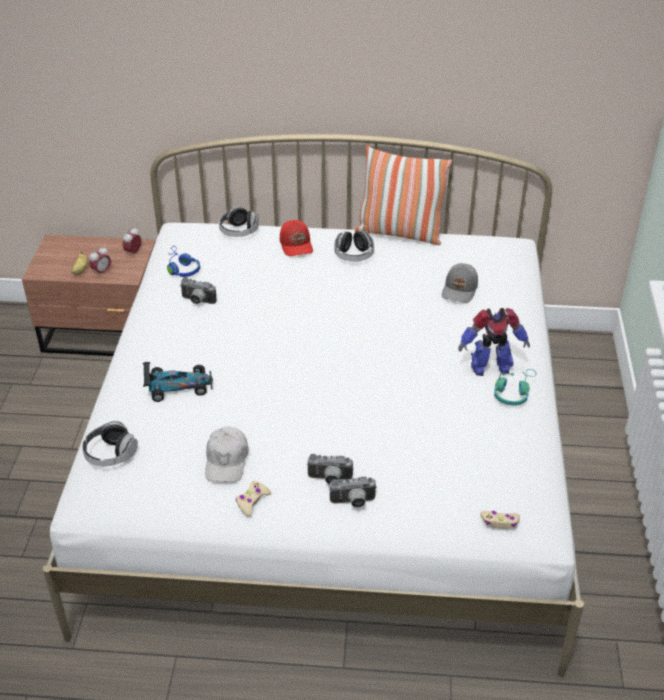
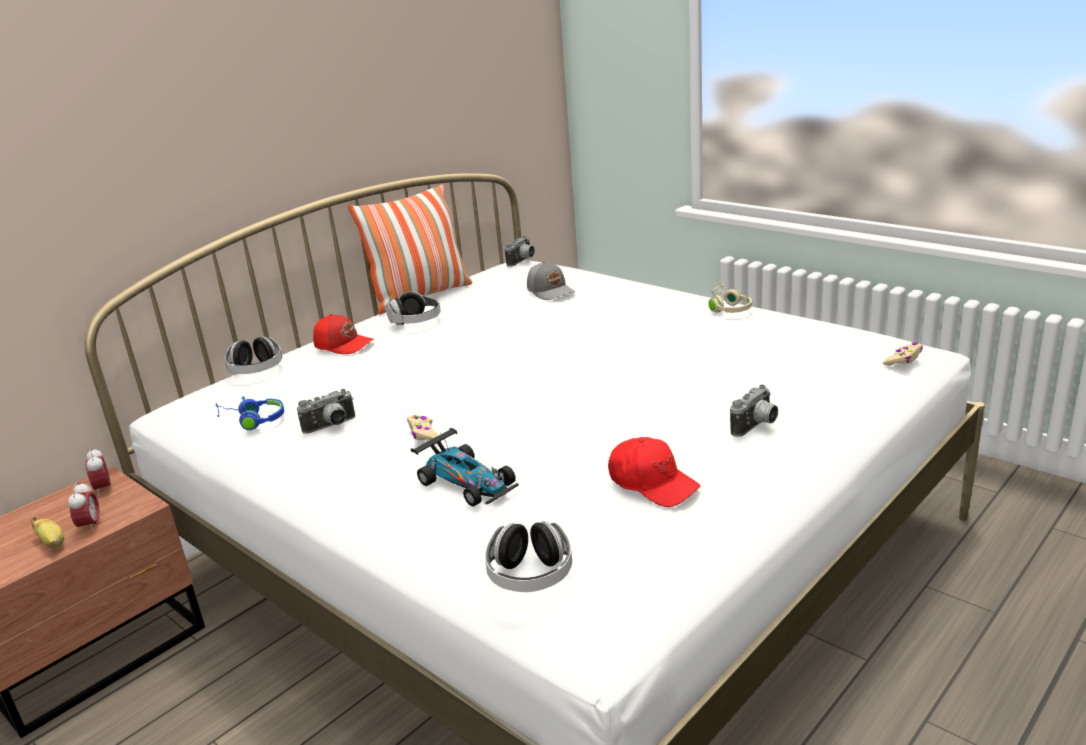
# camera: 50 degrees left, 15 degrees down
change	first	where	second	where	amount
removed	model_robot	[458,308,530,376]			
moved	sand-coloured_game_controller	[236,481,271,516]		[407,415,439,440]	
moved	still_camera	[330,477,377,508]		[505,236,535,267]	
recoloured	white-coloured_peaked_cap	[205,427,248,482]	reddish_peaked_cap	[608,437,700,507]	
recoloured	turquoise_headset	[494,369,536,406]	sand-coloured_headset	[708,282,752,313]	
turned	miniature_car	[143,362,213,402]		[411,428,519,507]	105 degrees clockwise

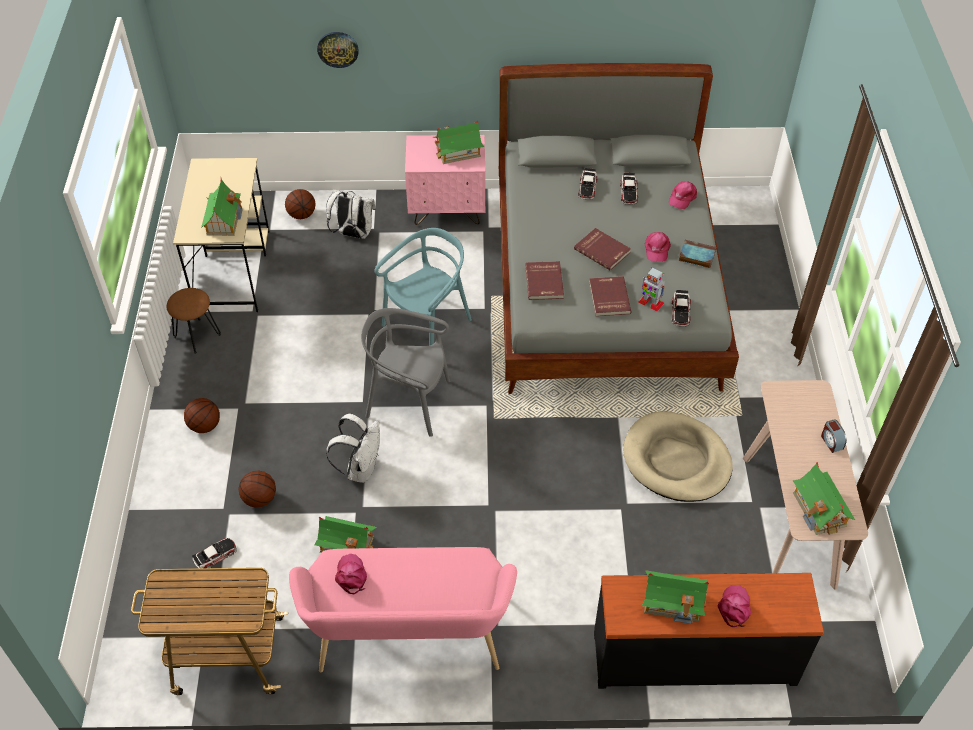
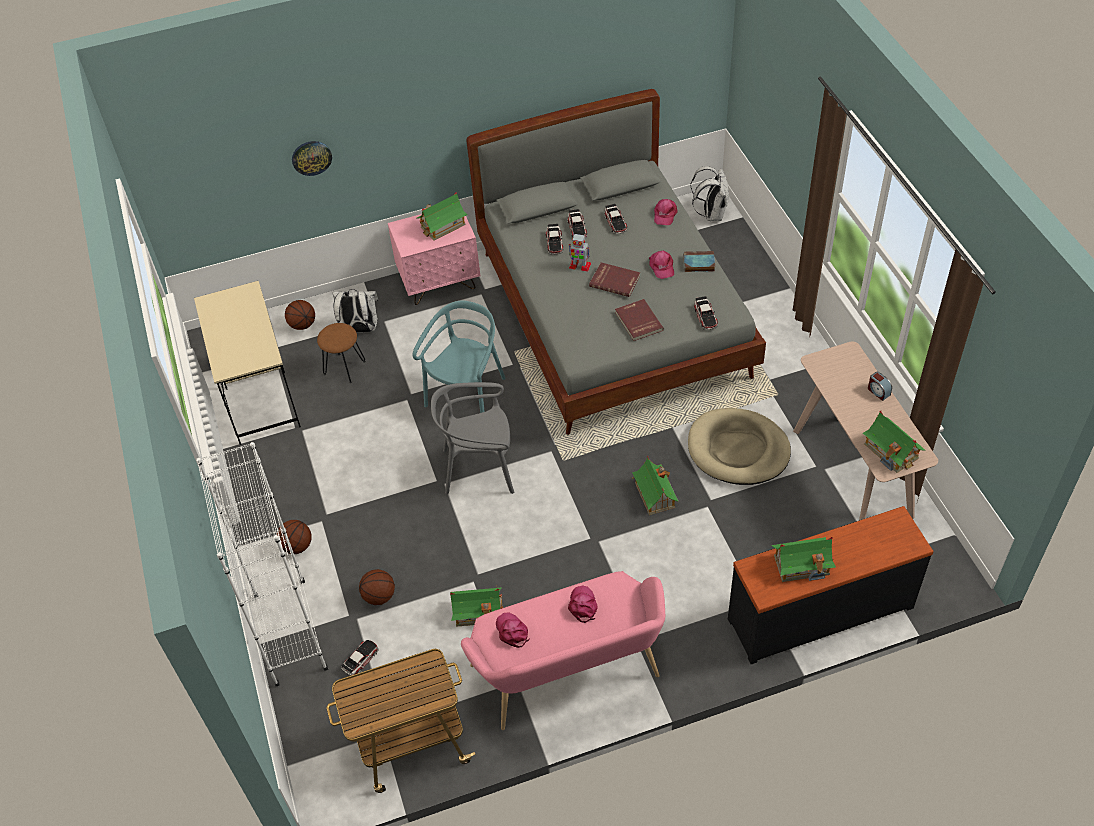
# camera: 15 degrees left, 0 degrees up
change	first	where	second	where	amount
removed	reddish_bound_book	[525,261,564,300]			
added			white-coloured_bookshelf	[196,442,328,686]	
added			miniature_car	[545,224,563,255]	
moved	brownish_stool	[167,288,221,354]		[317,323,366,383]	
moved	miniature_house	[201,178,243,236]		[632,456,679,515]	
moved	white-coloured_rucksack	[326,413,380,483]		[690,166,729,221]	
moved	model_robot	[638,267,665,312]		[568,234,591,272]	
moved	pinkish_peaked_cap	[718,585,751,627]		[568,585,598,623]	

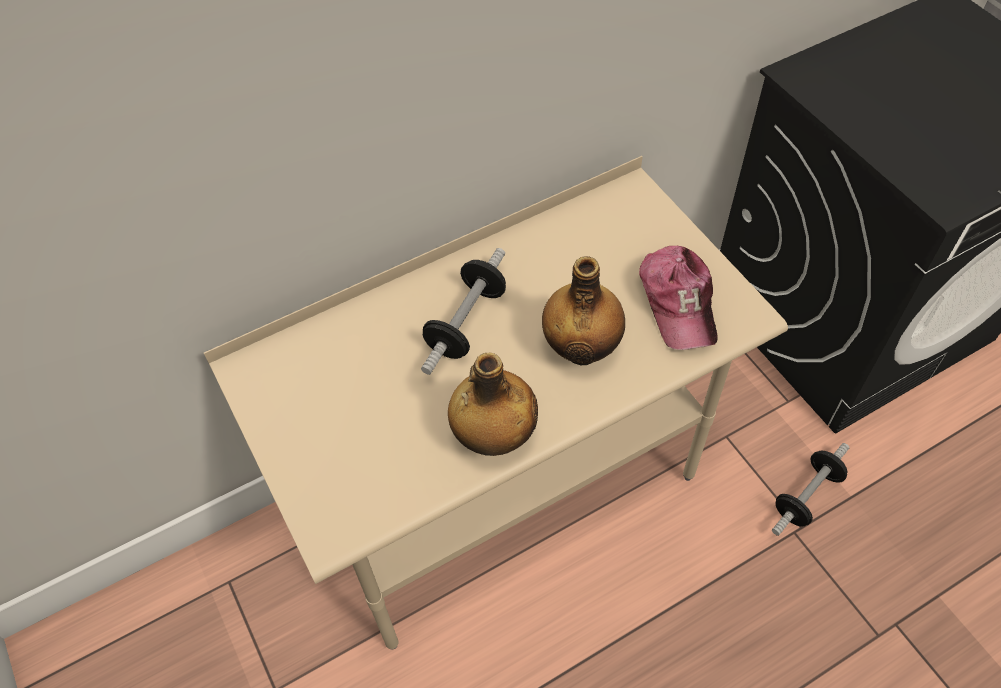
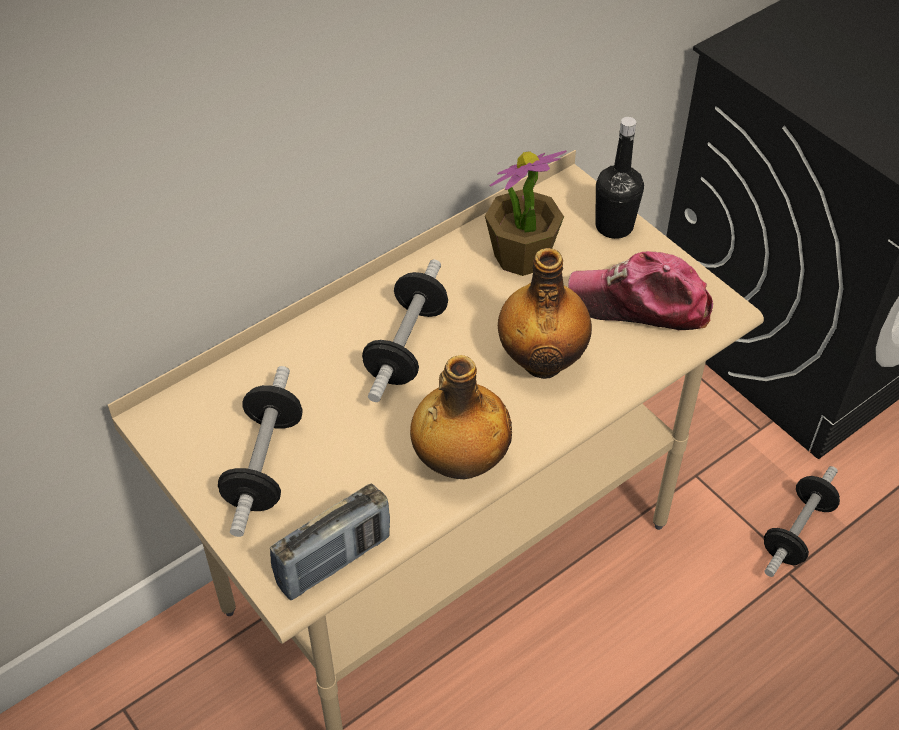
# camera: 10 degrees left, 5 degrees down
change	first	where	second	where	amount
added			hand_weight	[218,366,303,537]	
added			radio_receiver	[270,484,390,600]	
added			potted_plant	[485,150,567,276]	
added			black-coloured_bottle	[595,117,644,239]	
turned	peaked_cap	[639,246,718,350]		[568,251,713,330]	120 degrees clockwise

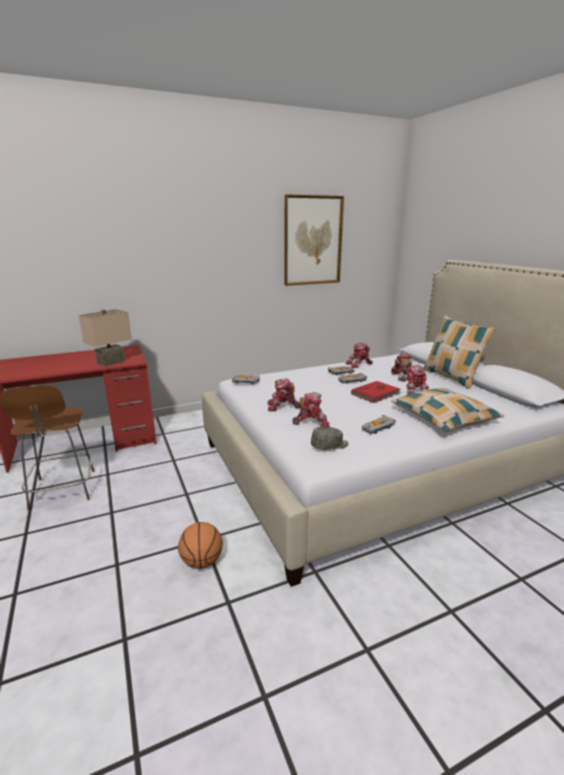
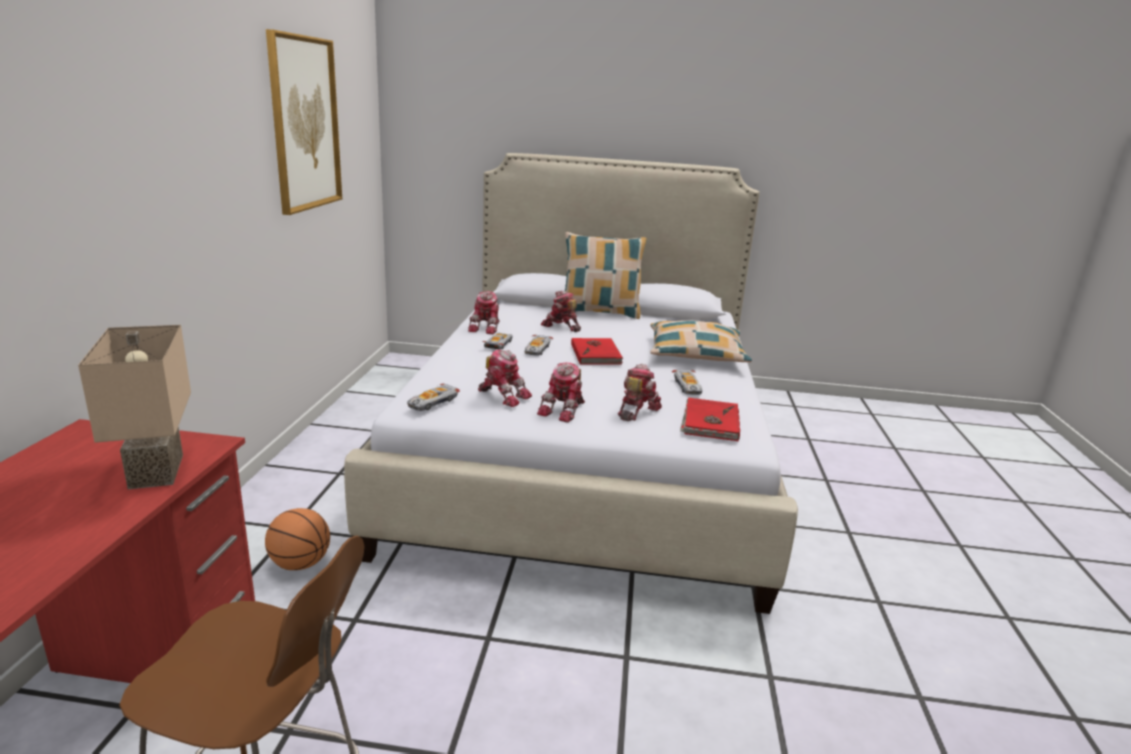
# camera: 60 degrees left, 0 degrees up
change	first	where	second	where	amount
moved	basketball	[178,522,223,569]		[265,508,330,570]	
moved	model_robot	[406,365,429,395]		[478,349,532,407]	
replaced	gray_peaked_cap	[311,427,349,450]	reddish_bound_book	[680,398,740,441]	

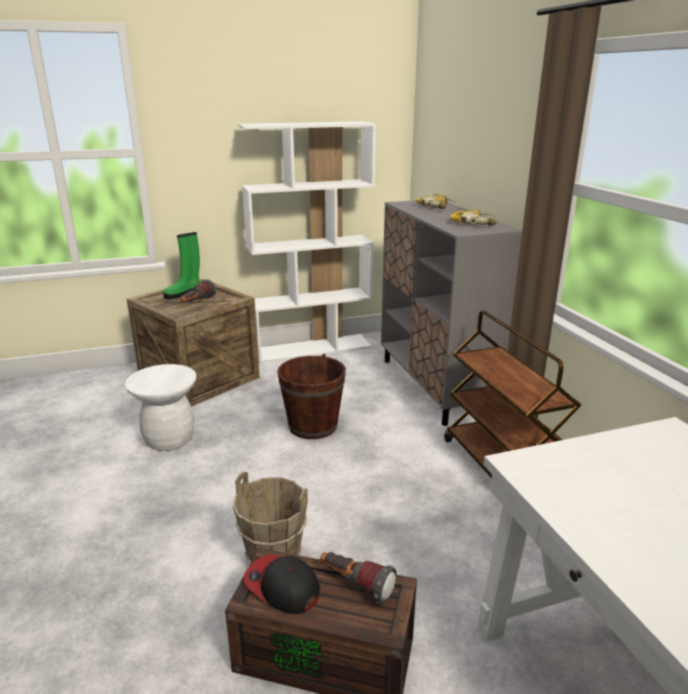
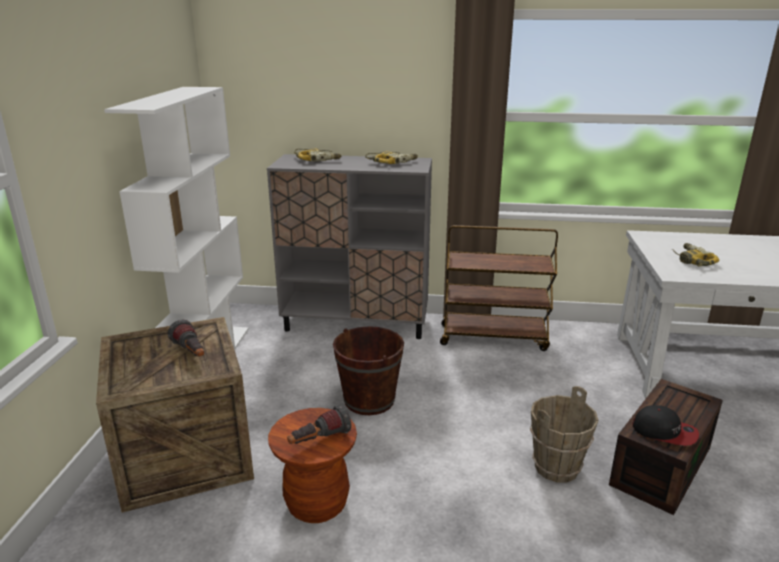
# camera: 65 degrees left, 0 degrees up
change	first	where	second	where	amount
removed	green_high-top_boot	[163,232,200,299]			
added			power_drill	[671,243,720,266]	
moved	flashlight	[320,552,397,604]		[287,405,351,444]	
recoloured	white-coloured_stool	[125,364,196,451]	brownish_stool	[268,408,357,523]	
turned	peaked_cap	[244,555,320,614]		[632,405,699,446]	120 degrees counterclockwise

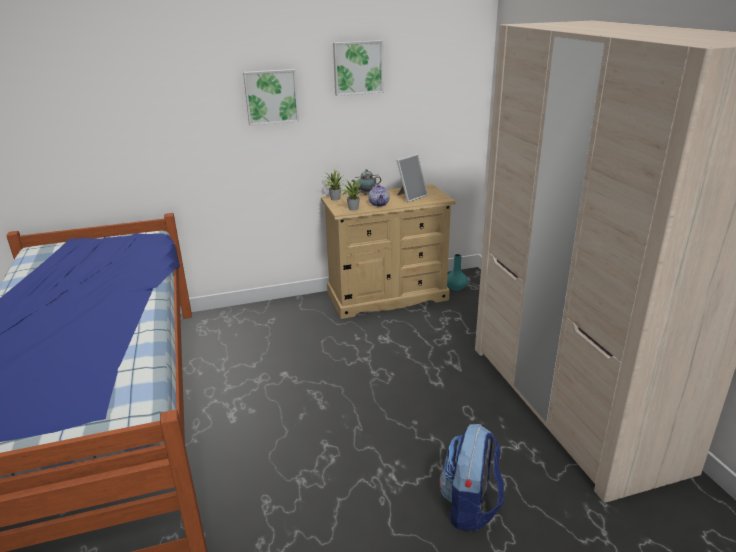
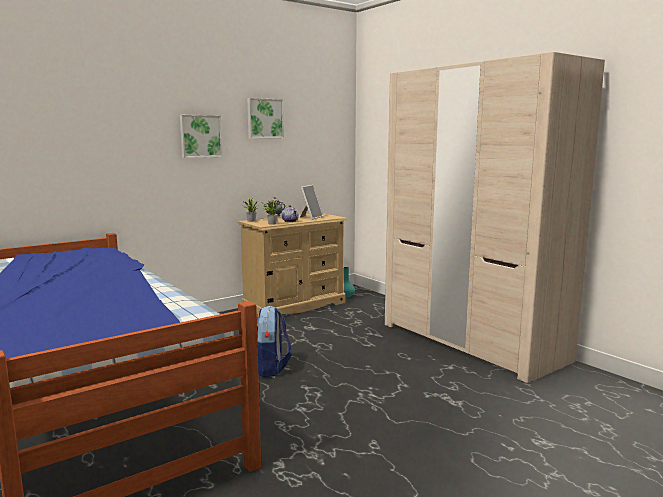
# camera: 20 degrees left, 15 degrees down
change	first	where	second	where	amount
moved	rucksack	[439,424,504,530]		[257,305,292,377]	

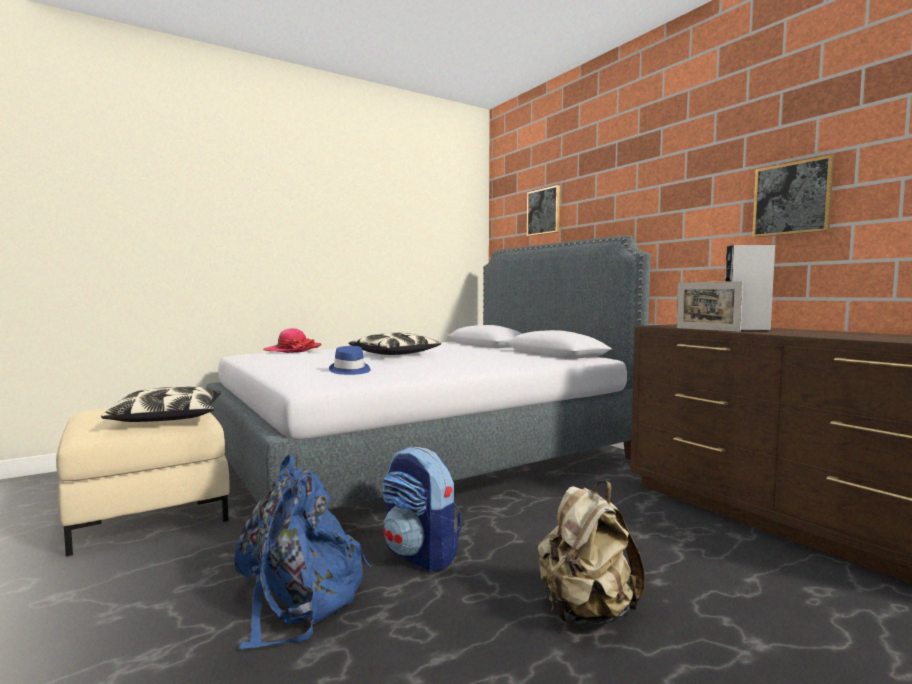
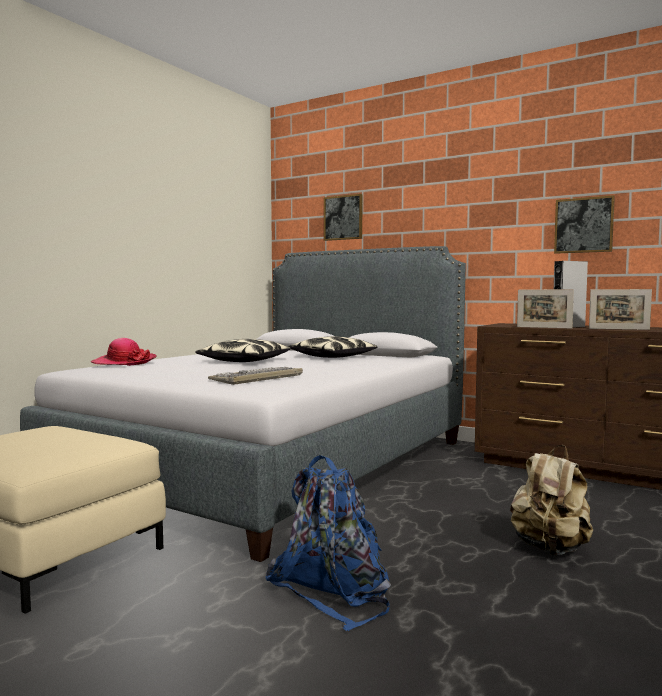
# camera: 25 degrees left, 0 degrees up
change	first	where	second	where	amount
removed	rucksack	[382,447,461,572]			
added			standing_frame	[589,289,652,330]	
moved	throw_pillow	[101,387,221,422]		[288,336,377,358]	
replaced	blue-coloured_clothing_hat	[329,346,371,375]	keyboard	[208,367,303,385]	

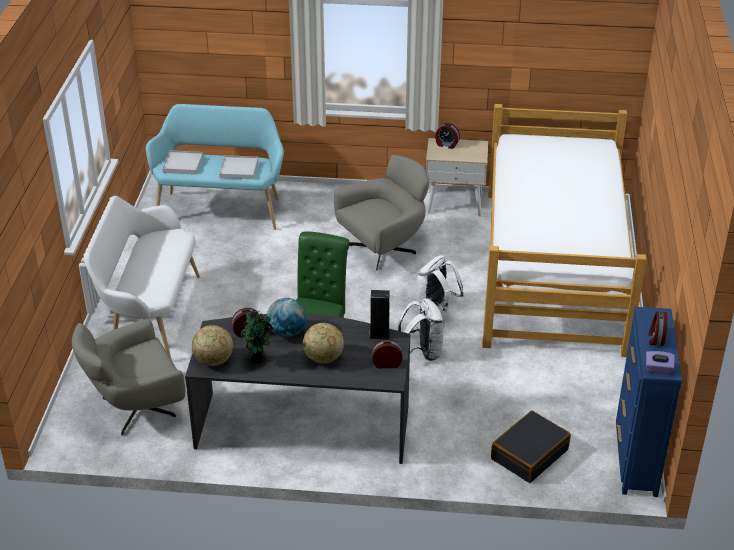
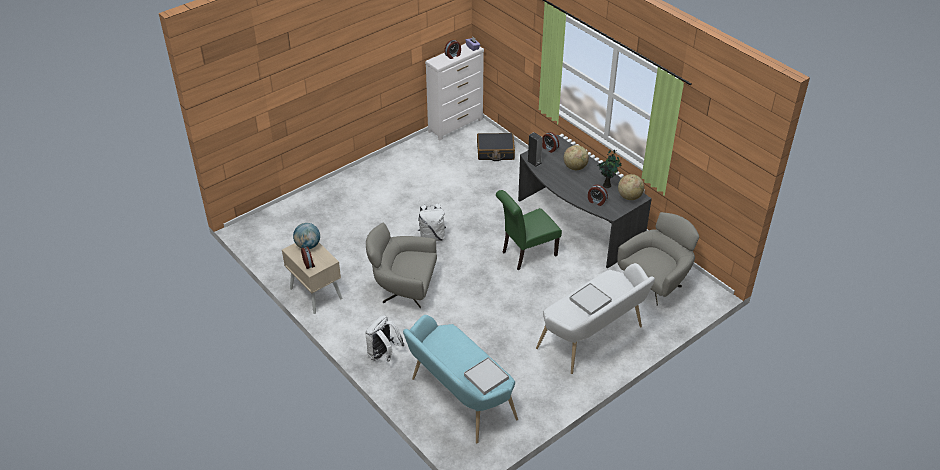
# camera: 135 degrees left, 5 degrees up
change	first	where	second	where	amount
removed	sleeping_bed	[482,104,646,357]			
moved	white-coloured_tray	[219,155,258,179]		[569,283,612,316]	
moved	desk_globe	[267,298,306,337]		[293,223,320,249]	
moved	white-coloured_rucksack	[397,298,445,361]		[365,315,404,362]	
recoloured	blue-coloured_drawer_chest	[616,307,682,497]	white-coloured_drawer_chest	[425,43,484,141]	
turned	gray_easy_chair	[72,319,185,435]		[617,212,699,305]	60 degrees counterclockwise

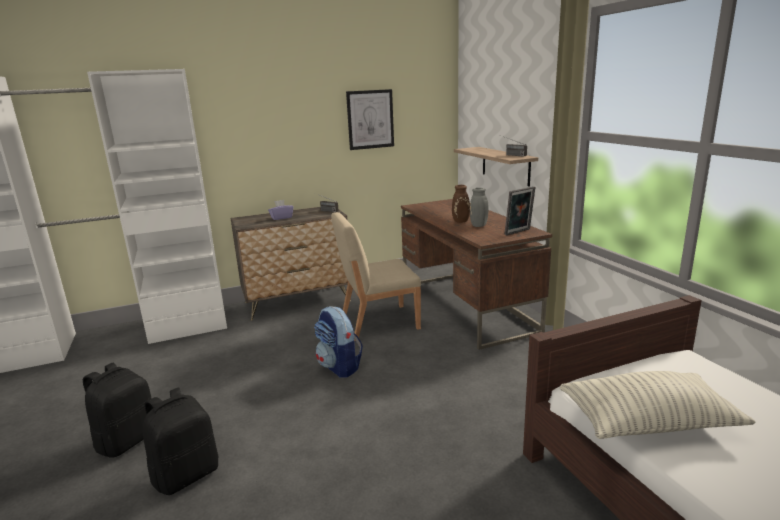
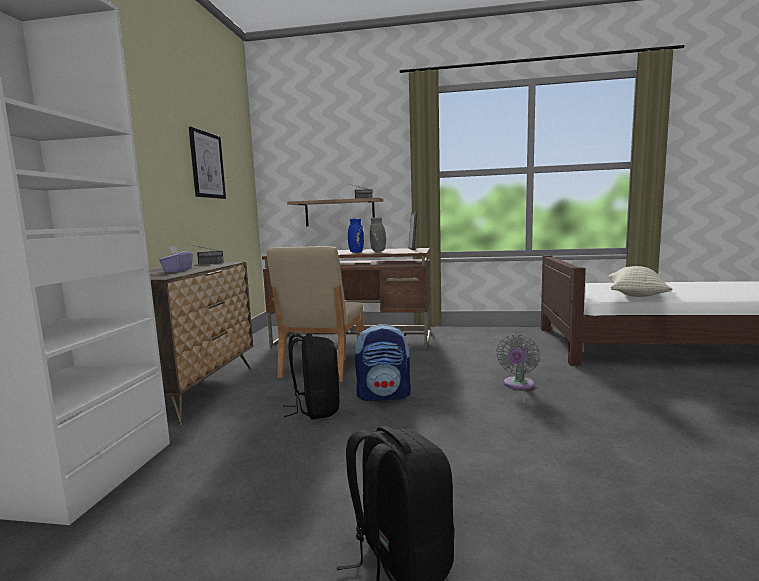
# camera: 60 degrees left, 10 degrees down
change	first	where	second	where	amount
added			gray_cooling_fan	[496,334,540,390]	
moved	black-coloured_rucksack	[143,387,219,495]		[283,333,339,420]	
recoloured	brownish_vase	[452,185,470,223]	blue-coloured_vase	[348,218,364,253]	

